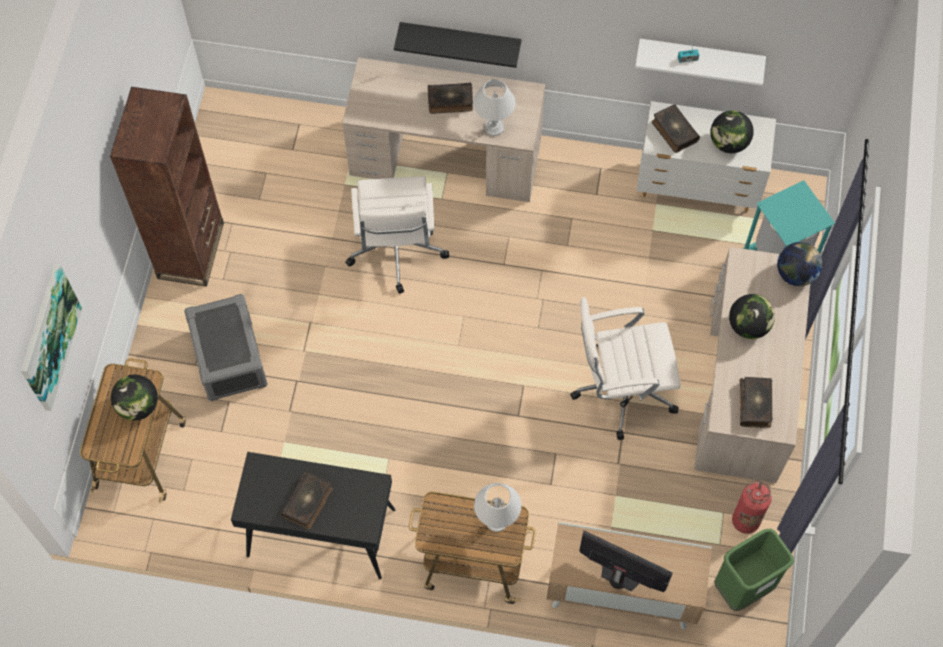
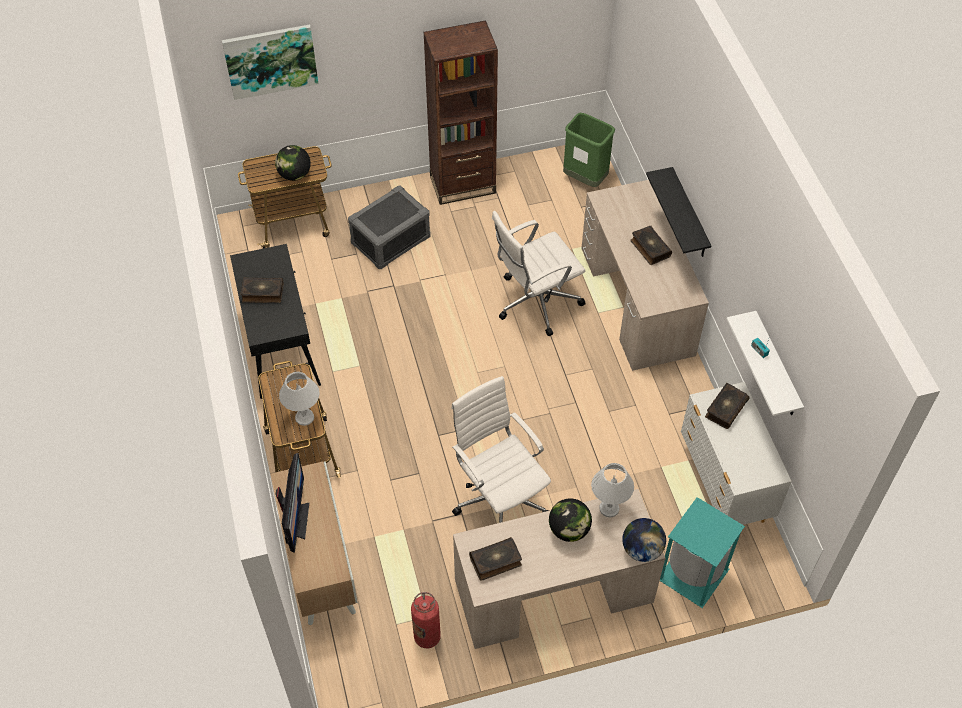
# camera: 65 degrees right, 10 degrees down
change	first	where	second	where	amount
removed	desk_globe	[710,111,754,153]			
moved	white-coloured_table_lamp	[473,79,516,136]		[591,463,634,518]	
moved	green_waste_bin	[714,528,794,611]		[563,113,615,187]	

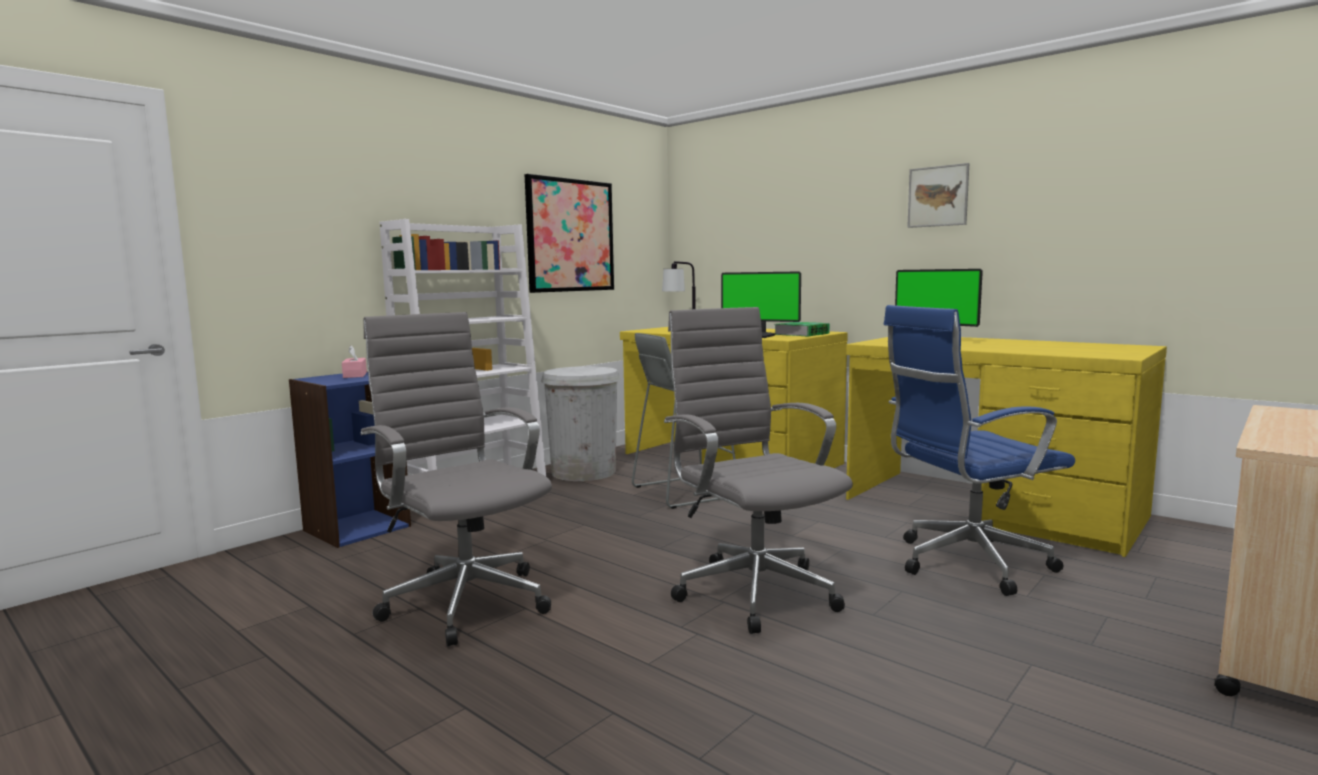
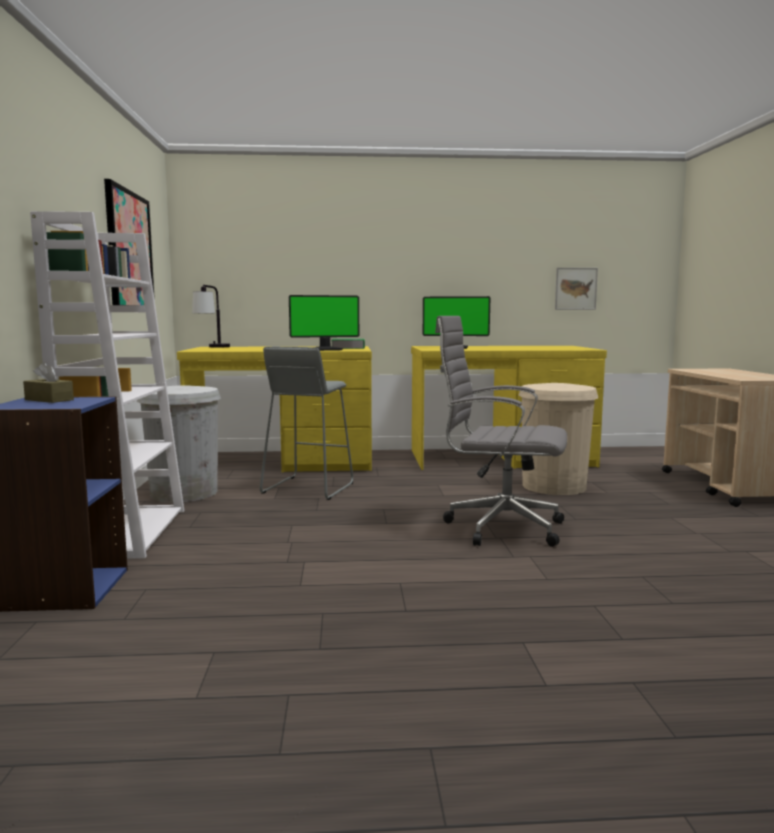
# camera: 45 degrees left, 0 degrees up
change	first	where	second	where	amount
removed	gray_desk_chair	[361,312,552,647]			
moved	wall_picture	[907,163,969,228]		[555,268,598,310]	
replaced	blue-coloured_desk_chair	[884,305,1075,596]	sand-coloured_waste_bin	[519,383,598,495]	
recoloured	pinkish_box_of_tissues	[342,345,367,378]	brownish_box_of_tissues	[23,362,74,403]	

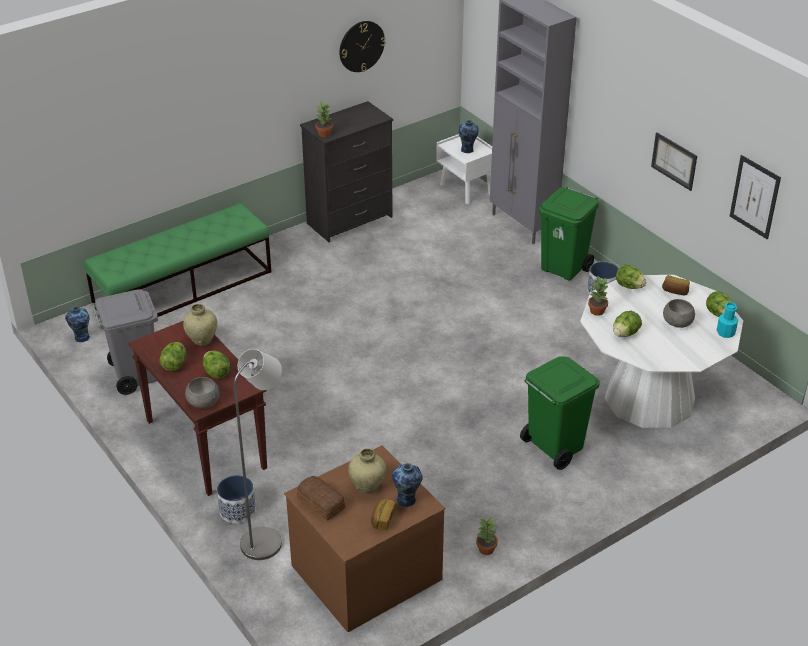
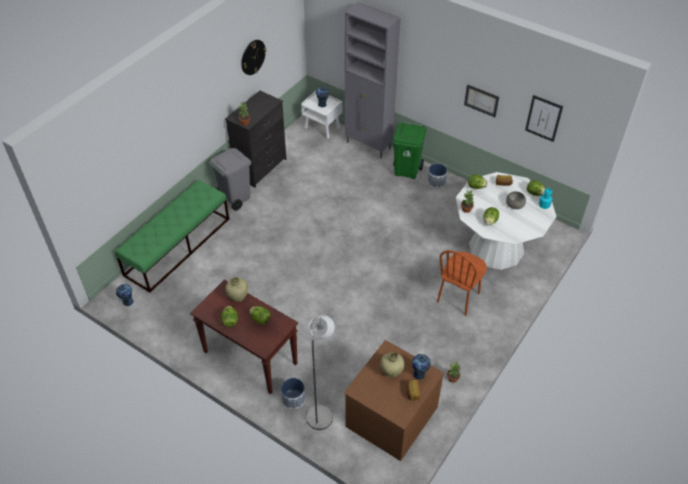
# camera: 20 degrees left, 10 degrees up
change	first	where	second	where	amount
removed	gray_bowl	[185,377,219,409]			
removed	bakery_bread	[297,476,345,521]			
moved	gray_waste_bin	[91,289,158,395]		[209,148,251,211]	
replaced	green_waste_bin	[520,356,600,470]	brownish_chair	[437,250,487,316]	

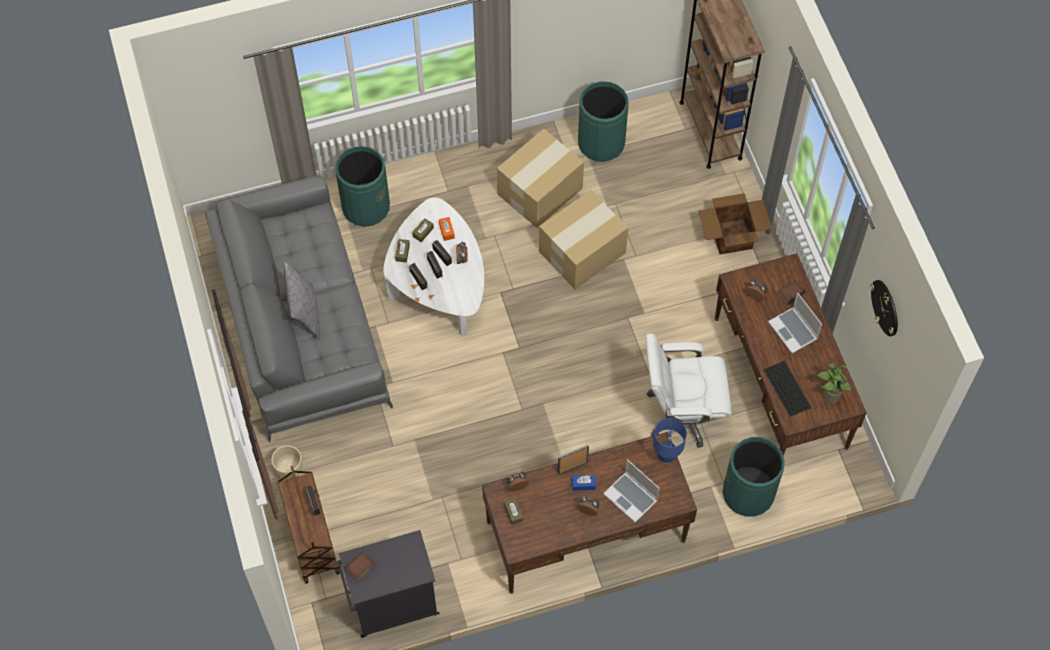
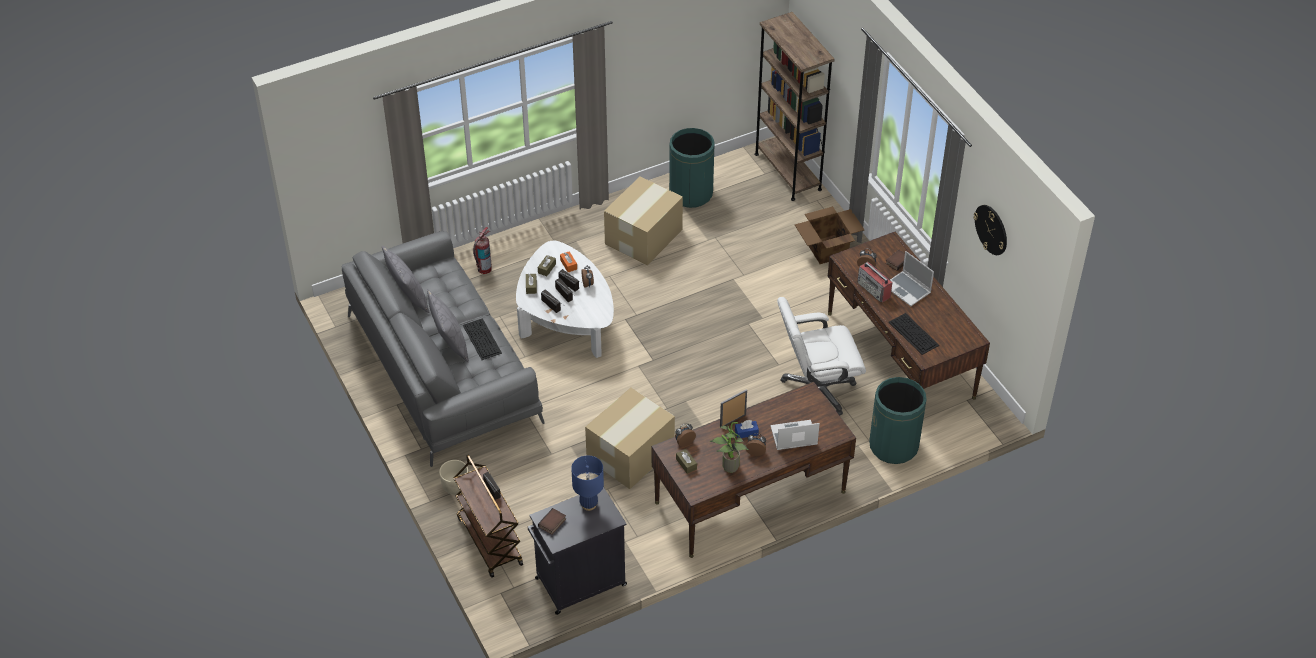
# camera: 10 degrees left, 15 degrees down
change	first	where	second	where	amount
added			gray_throw_pillow	[382,246,429,313]	
added			keyboard	[463,318,502,360]	
added			radio_receiver	[857,262,892,302]	
moved	packing_box	[539,190,628,289]		[585,388,675,489]	
moved	blue-coloured_table_lamp	[653,418,687,464]		[571,455,604,511]	
moved	potted_plant	[815,363,853,404]		[710,422,749,473]	
replaced	green_waste_bin	[335,146,390,227]	fire_extinguisher	[473,227,492,274]	
turned	laptop	[603,459,660,522]		[770,420,820,450]	135 degrees clockwise

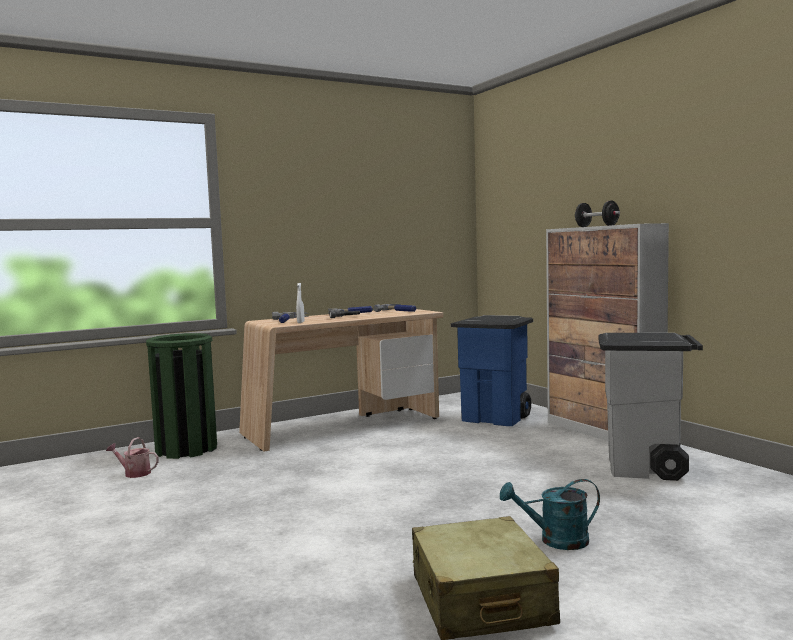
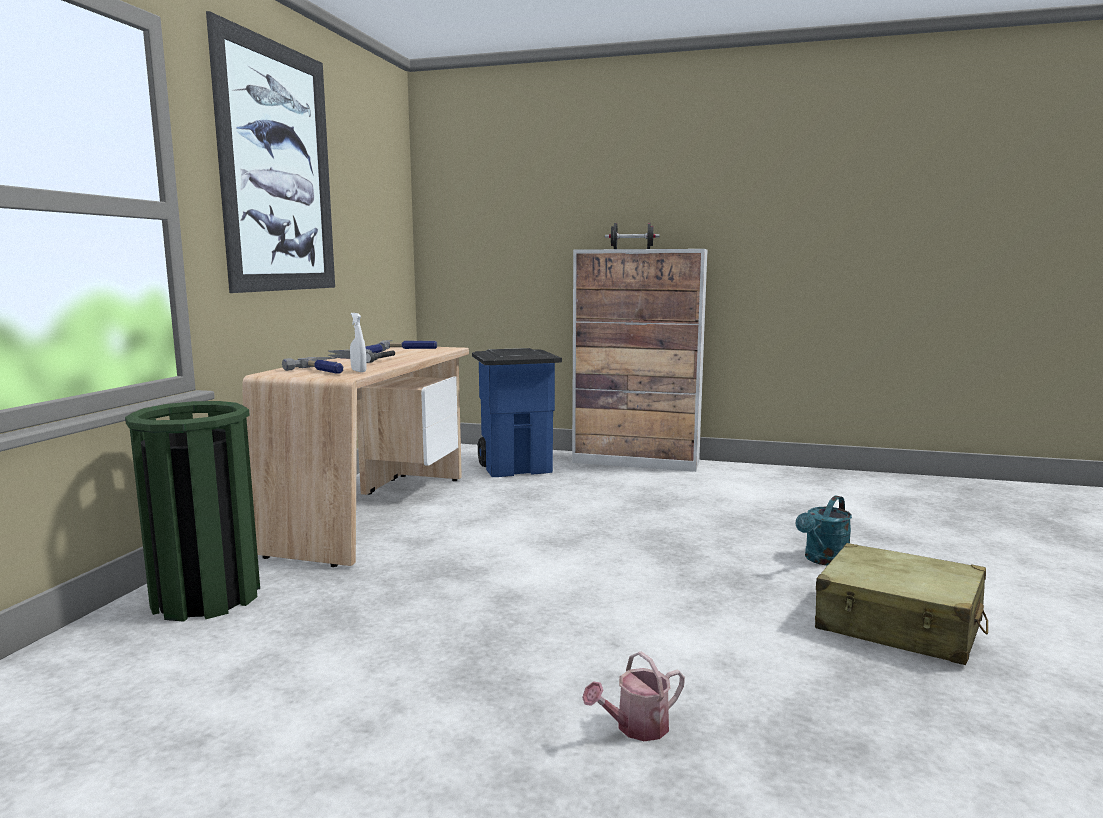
# camera: 45 degrees left, 5 degrees up
change	first	where	second	where	amount
removed	gray_waste_bin	[598,333,703,481]			
added			wall_picture	[206,11,335,293]	
moved	sprinkling_can	[106,437,159,478]		[582,651,685,741]	

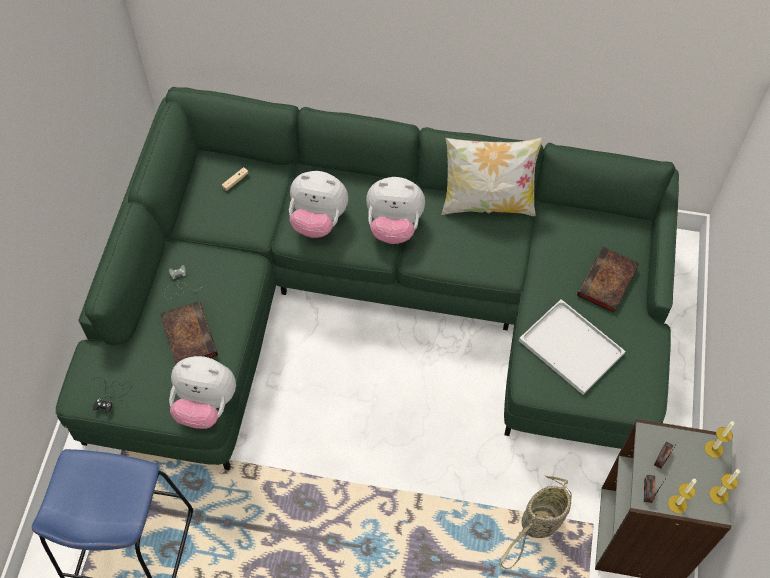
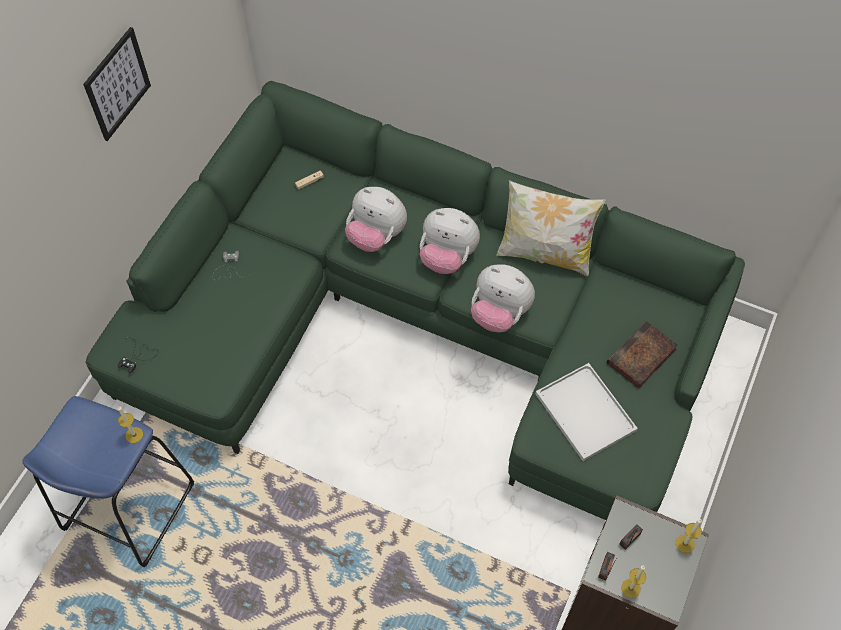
# camera: 15 degrees right, 0 degrees up
change	first	where	second	where	amount
removed	bound_book	[160,301,218,364]			
removed	basket	[499,476,572,569]			
added			wall_picture	[83,27,151,141]	
moved	plush_toy	[169,356,236,429]		[471,264,535,332]	
moved	candle	[709,469,740,504]		[118,407,143,443]	

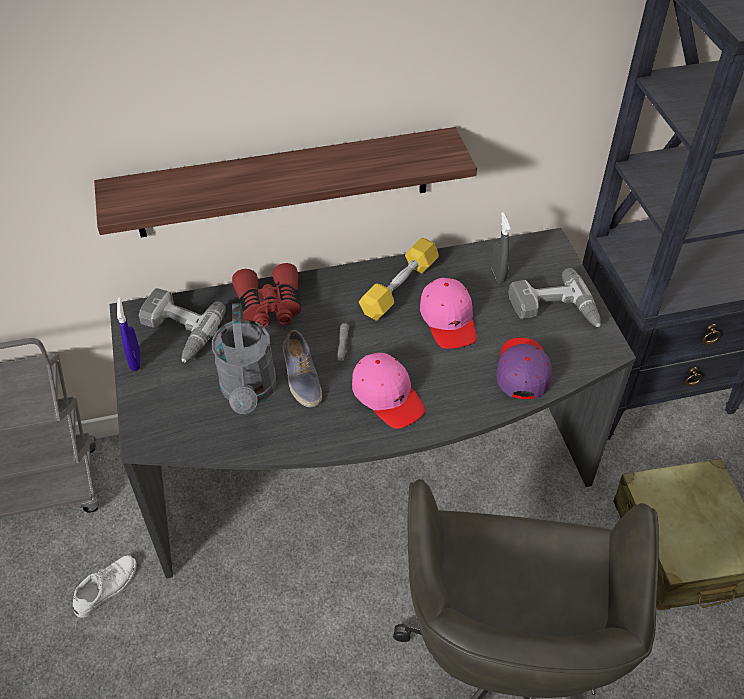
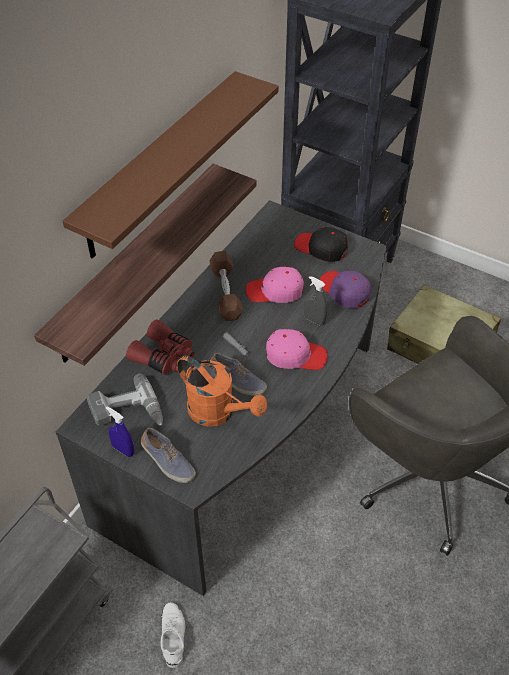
# camera: 45 degrees left, 0 degrees up
change	first	where	second	where	amount
added			brownish_bracket_shelf	[63,71,279,259]	
added			low_shoe	[141,428,196,483]	
moved	gray_sprayer	[491,212,511,283]		[304,276,327,326]	
replaced	power_drill	[508,268,601,327]	black-coloured_peaked_cap	[294,227,348,262]	
recoloured	gray_sprinkling_can	[212,303,277,414]	orangey_sprinkling_can	[177,355,267,427]	
recoloured	yellow_hand_weight	[359,238,439,321]	brownish_hand_weight	[209,251,243,321]	
turned	pinkish_peaked_cap	[420,278,477,349]		[246,267,304,303]	150 degrees clockwise

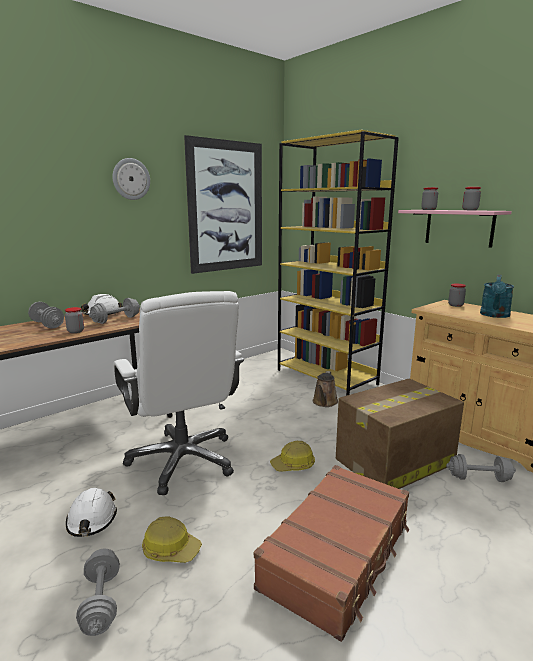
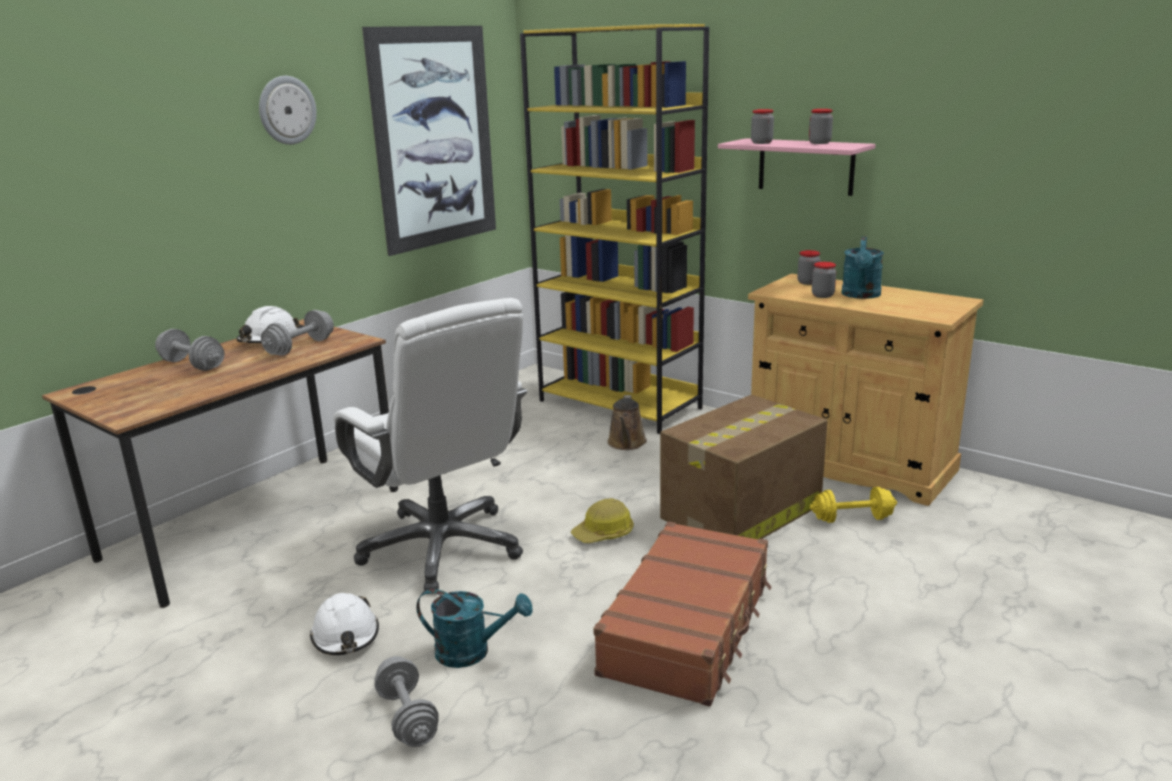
# camera: 10 degrees left, 5 degrees up
change	first	where	second	where	amount
moved	storage_jar	[65,307,84,333]		[812,262,836,298]	
replaced	safety_helmet	[142,516,202,563]	turquoise_sprinkling_can	[416,589,532,668]	
recoloured	gray_hand_weight	[446,454,516,482]	yellow_hand_weight	[810,487,897,523]	

